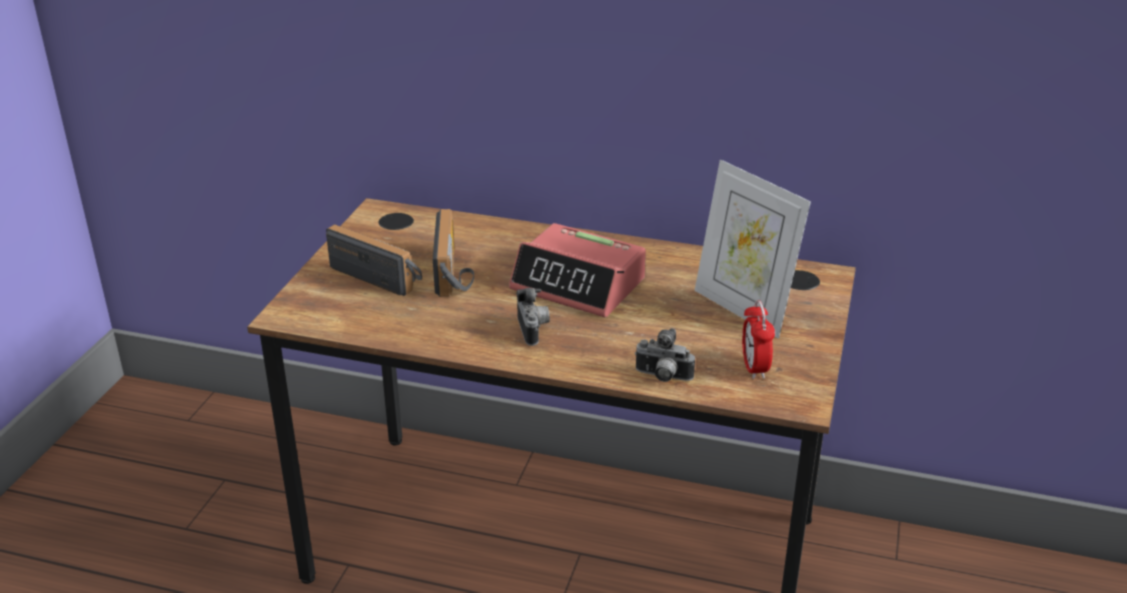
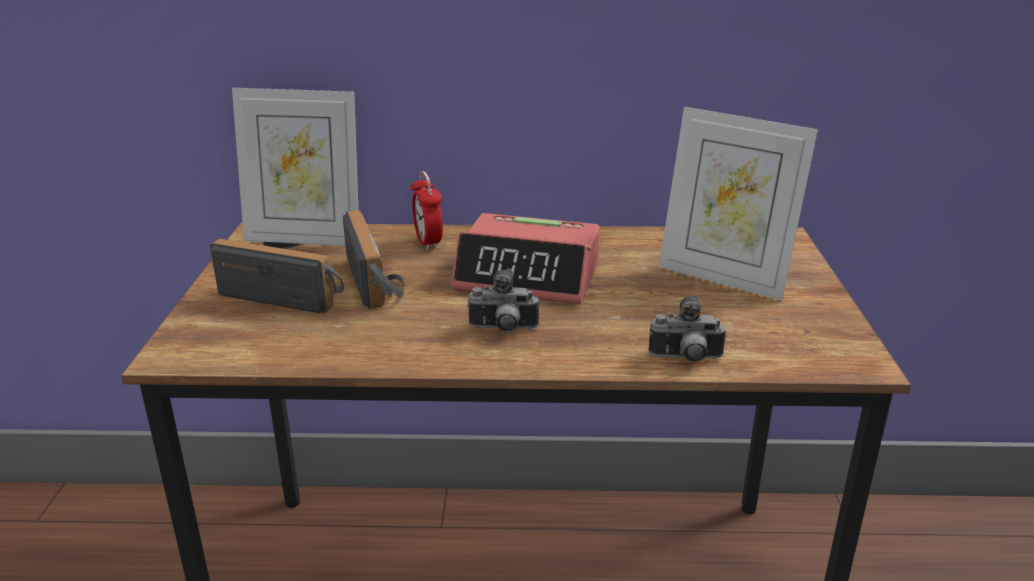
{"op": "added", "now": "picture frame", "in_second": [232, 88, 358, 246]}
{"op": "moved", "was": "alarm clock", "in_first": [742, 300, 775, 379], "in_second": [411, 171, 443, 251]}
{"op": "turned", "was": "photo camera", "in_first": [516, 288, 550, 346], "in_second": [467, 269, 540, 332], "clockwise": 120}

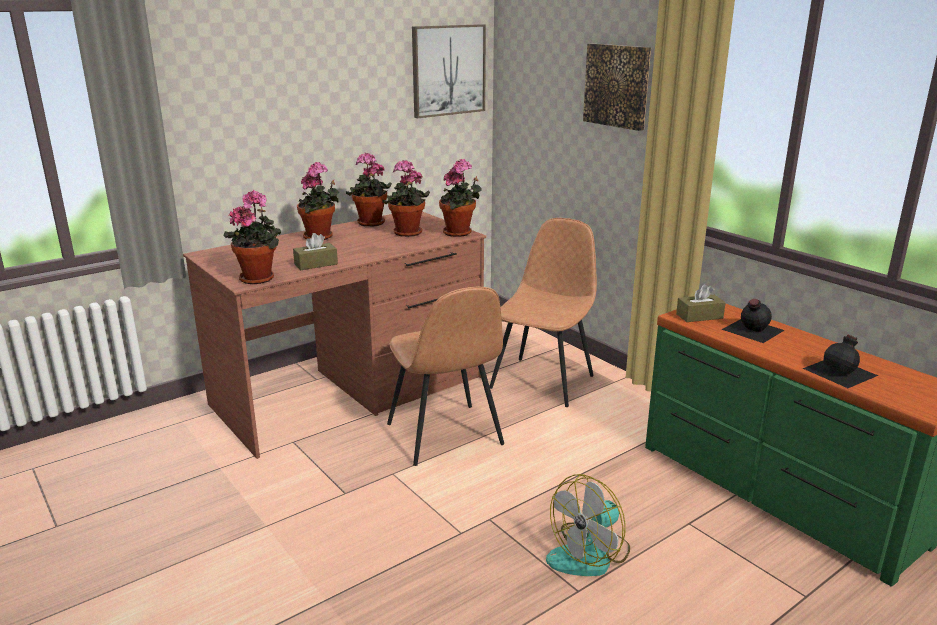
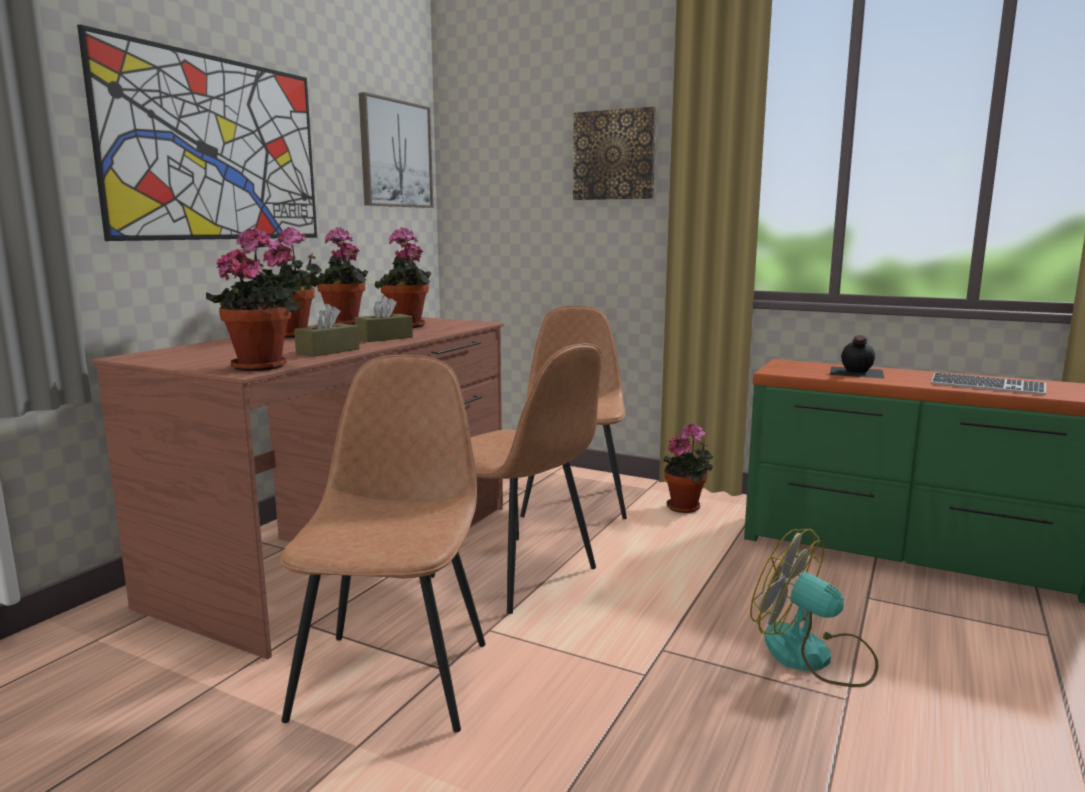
{"op": "added", "now": "picture", "in_second": [77, 24, 317, 241]}
{"op": "added", "now": "brown chair", "in_second": [280, 355, 485, 733]}
{"op": "moved", "was": "potted plant", "in_first": [439, 159, 482, 237], "in_second": [663, 423, 713, 513]}
{"op": "moved", "was": "brown tissue box", "in_first": [676, 284, 726, 322], "in_second": [355, 295, 413, 342]}
{"op": "replaced", "was": "black bottle", "now": "keyboard", "in_first": [803, 335, 878, 388], "in_second": [931, 373, 1046, 395]}
{"op": "turned", "was": "fan", "in_first": [546, 474, 630, 576], "in_second": [750, 528, 878, 687], "clockwise": 105}

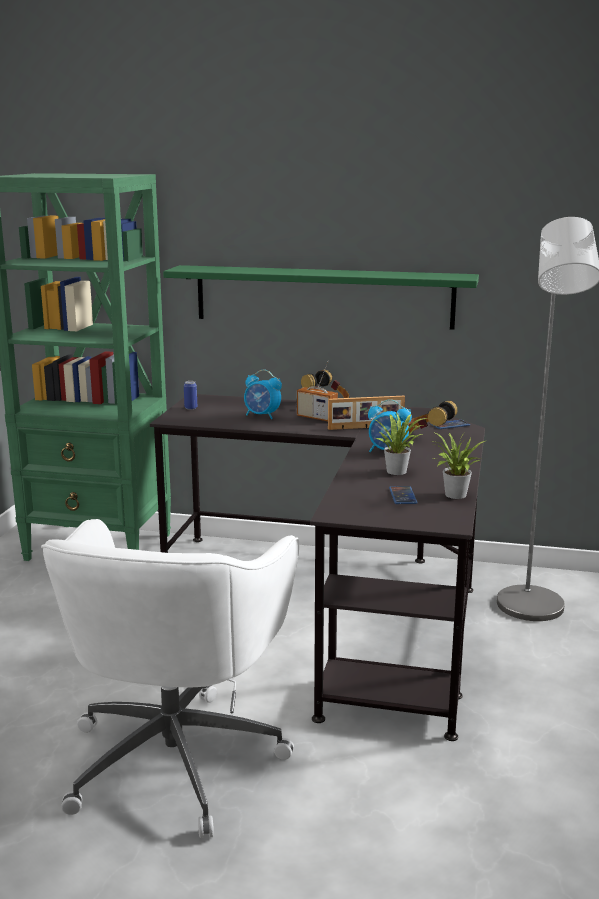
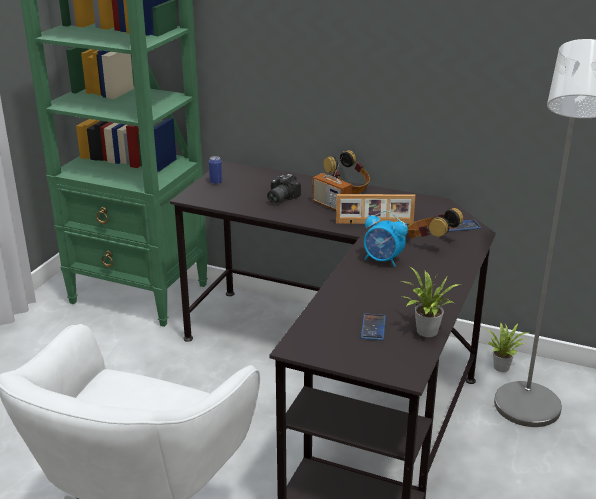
{"op": "removed", "was": "green shelf", "in_first": [163, 265, 479, 330]}
{"op": "moved", "was": "potted plant", "in_first": [374, 412, 427, 475], "in_second": [487, 322, 527, 372]}
{"op": "replaced", "was": "alarm clock", "now": "photo camera", "in_first": [244, 369, 282, 419], "in_second": [267, 174, 301, 203]}

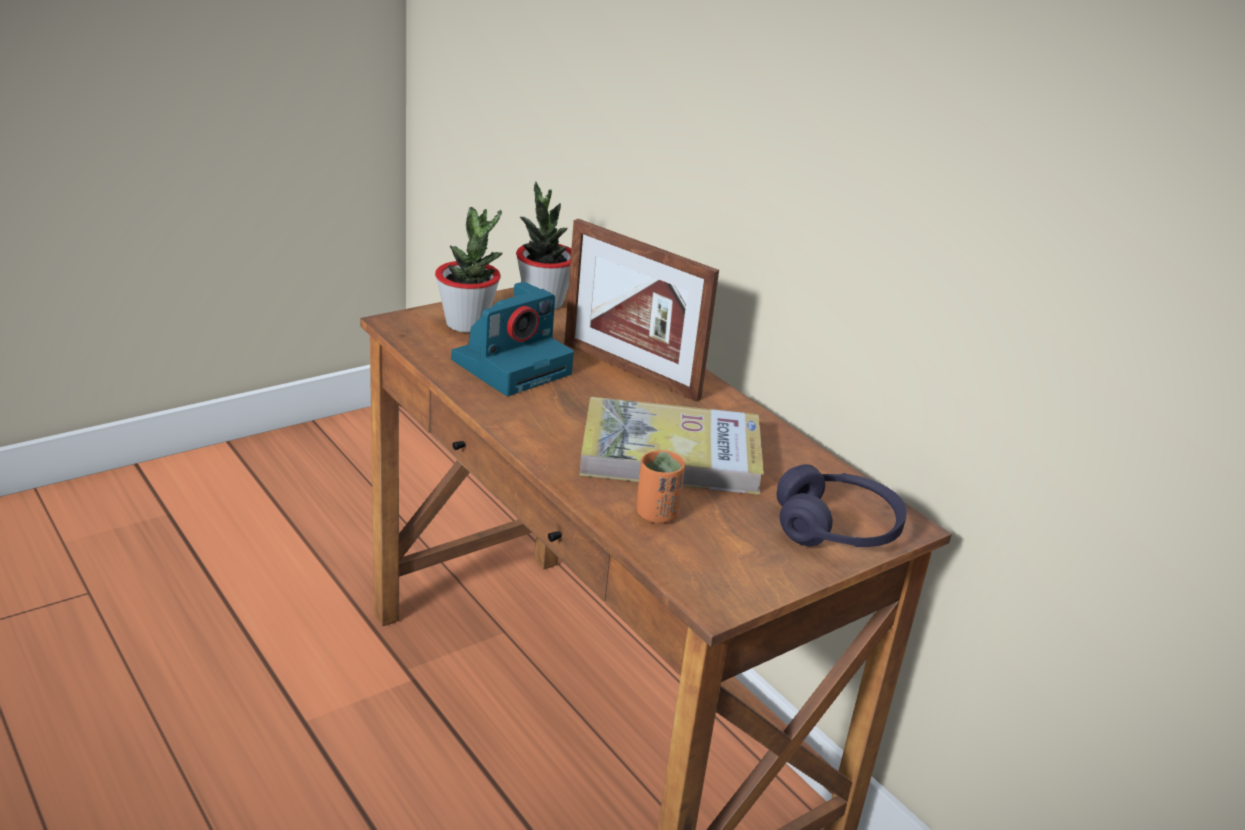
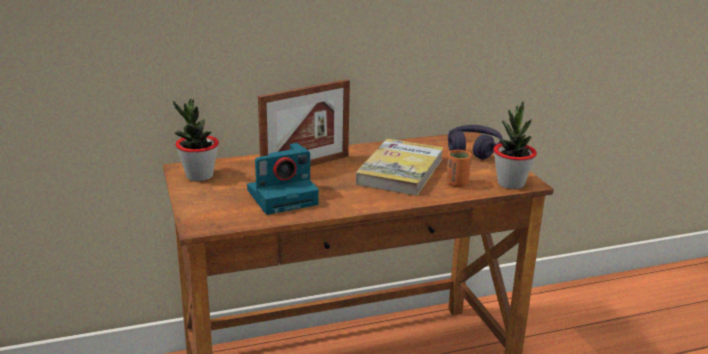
{"op": "moved", "was": "potted plant", "in_first": [435, 207, 502, 333], "in_second": [493, 101, 537, 189]}
{"op": "turned", "was": "photo camera", "in_first": [451, 282, 574, 396], "in_second": [247, 143, 319, 215], "clockwise": 90}

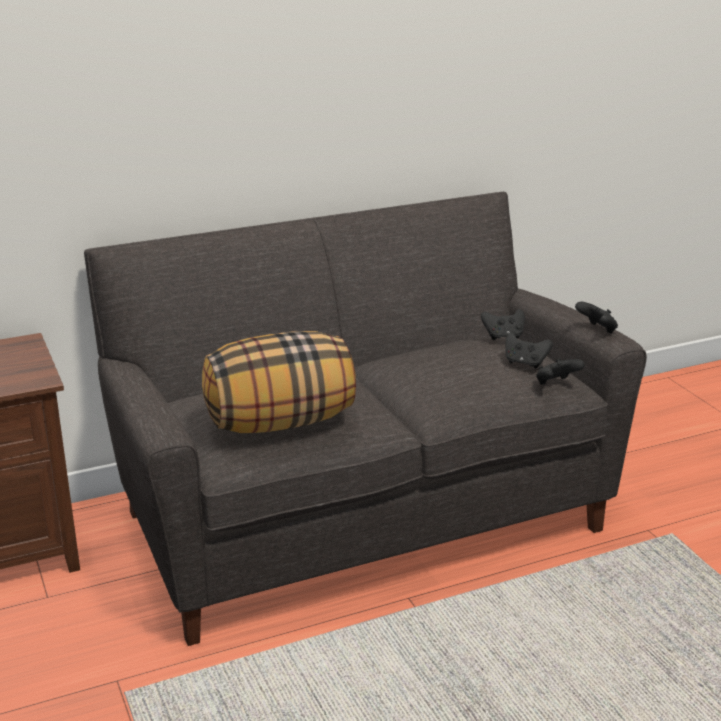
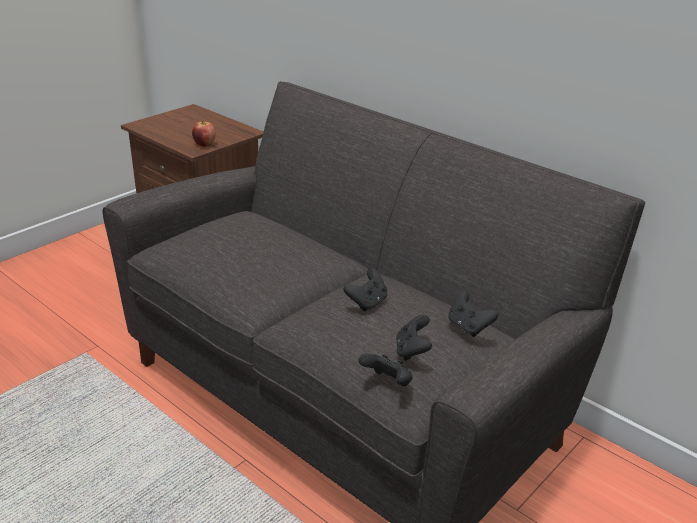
{"op": "removed", "was": "pillow", "in_first": [202, 331, 356, 433]}
{"op": "added", "now": "apple", "in_second": [192, 121, 216, 147]}
{"op": "moved", "was": "black game controller", "in_first": [575, 302, 618, 334], "in_second": [343, 268, 387, 312]}

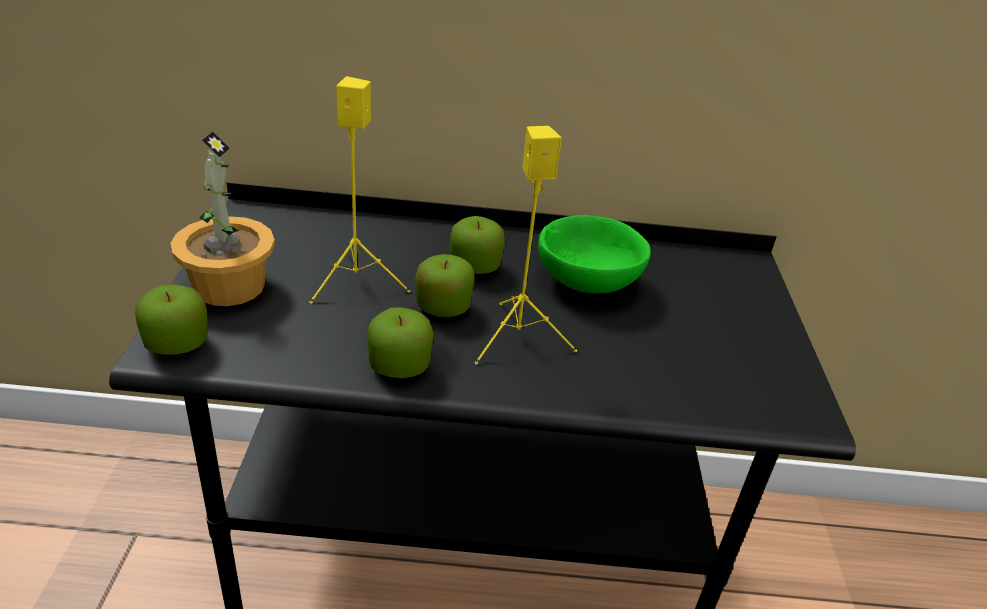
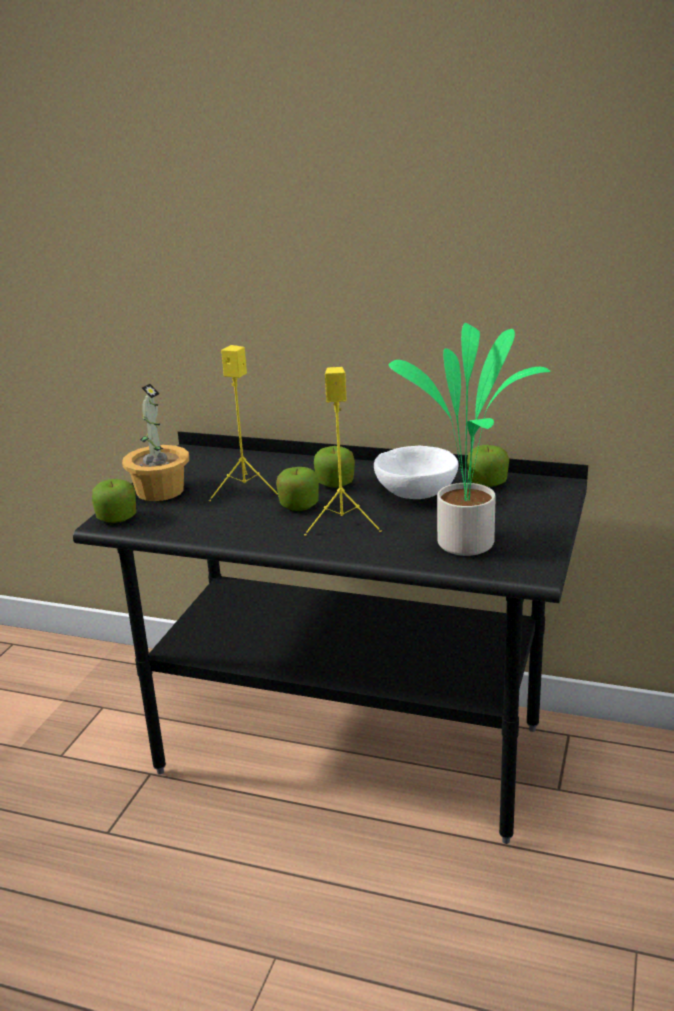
{"op": "added", "now": "potted plant", "in_second": [388, 323, 551, 556]}
{"op": "moved", "was": "apple", "in_first": [367, 307, 434, 378], "in_second": [467, 445, 509, 487]}
{"op": "recoloured", "was": "green bowl", "now": "white bowl", "in_first": [538, 215, 651, 294], "in_second": [374, 446, 459, 499]}

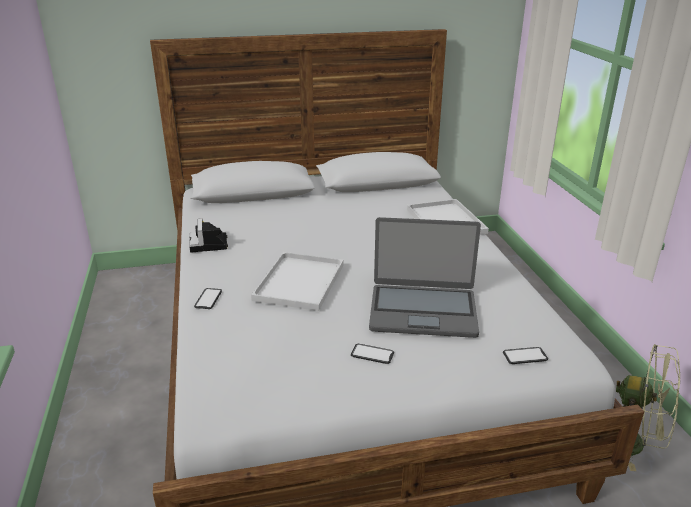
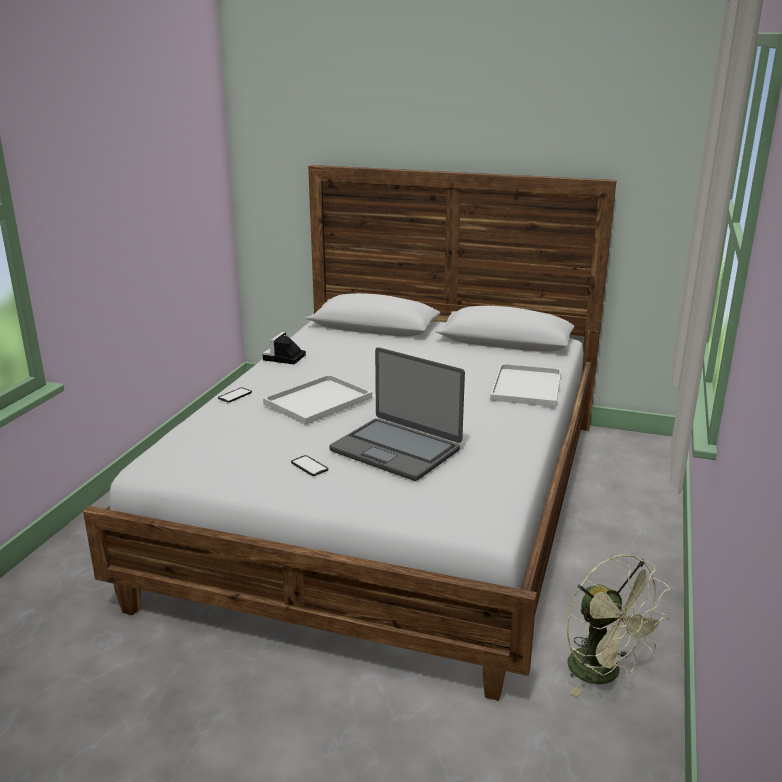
{"op": "removed", "was": "phone", "in_first": [503, 347, 548, 364]}

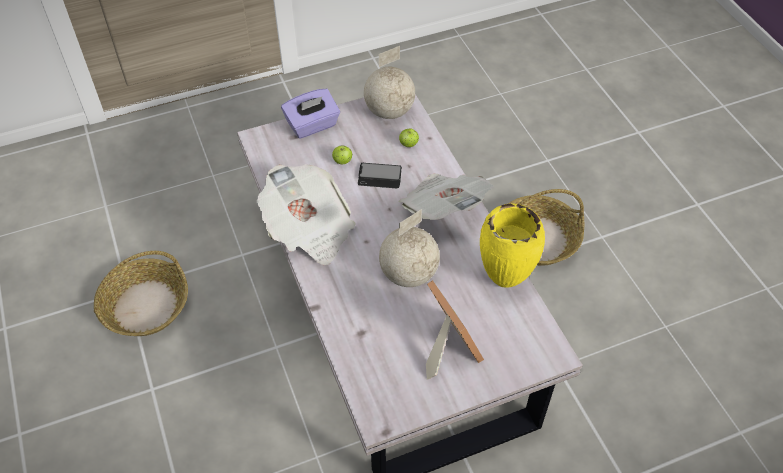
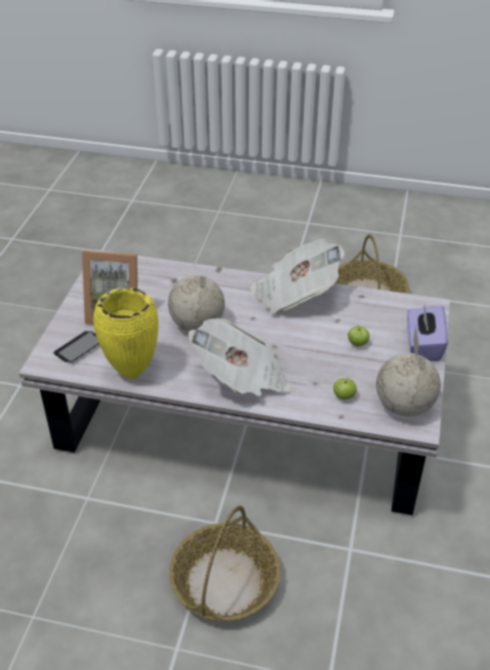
{"op": "moved", "was": "phone", "in_first": [358, 163, 402, 188], "in_second": [53, 331, 99, 362]}

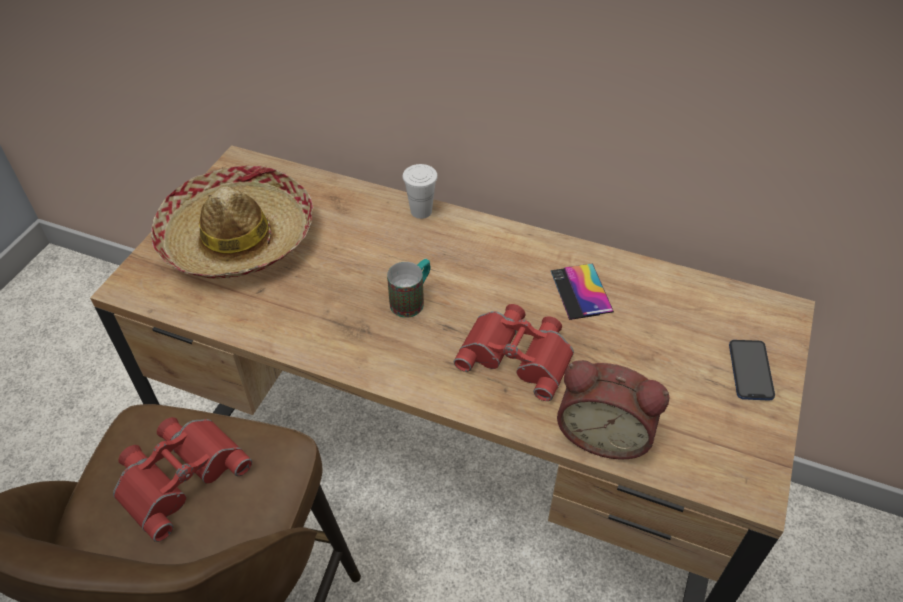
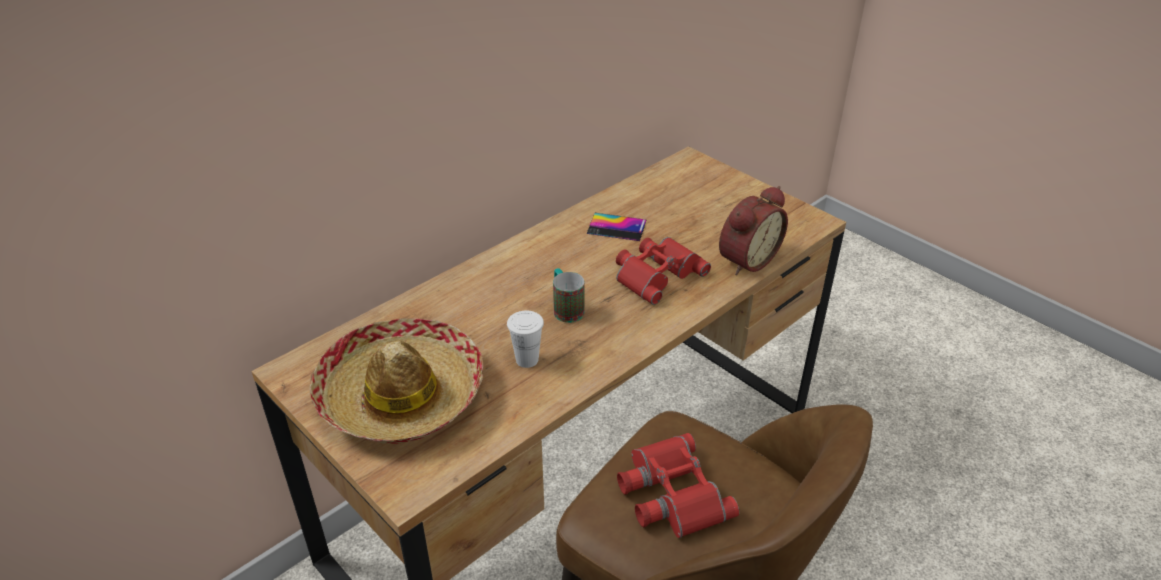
{"op": "removed", "was": "phone", "in_first": [729, 340, 775, 401]}
{"op": "moved", "was": "white cup", "in_first": [403, 164, 438, 219], "in_second": [507, 311, 544, 368]}

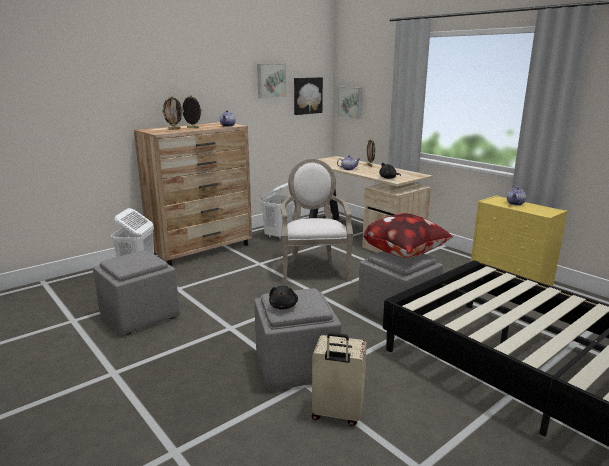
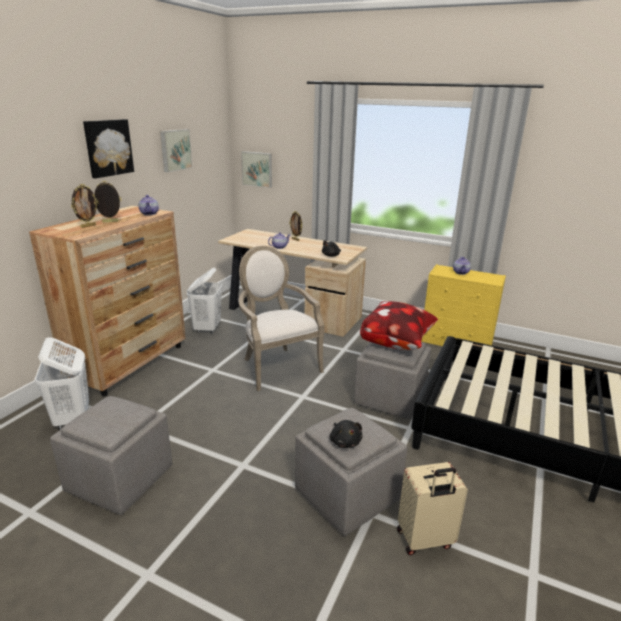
{"op": "moved", "was": "picture", "in_first": [294, 77, 323, 115], "in_second": [83, 119, 134, 178]}

